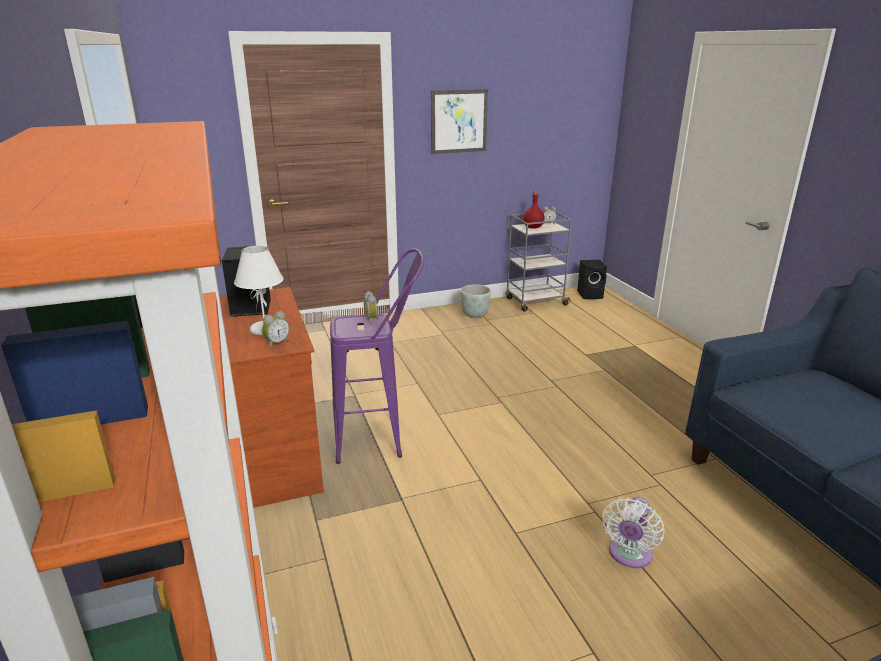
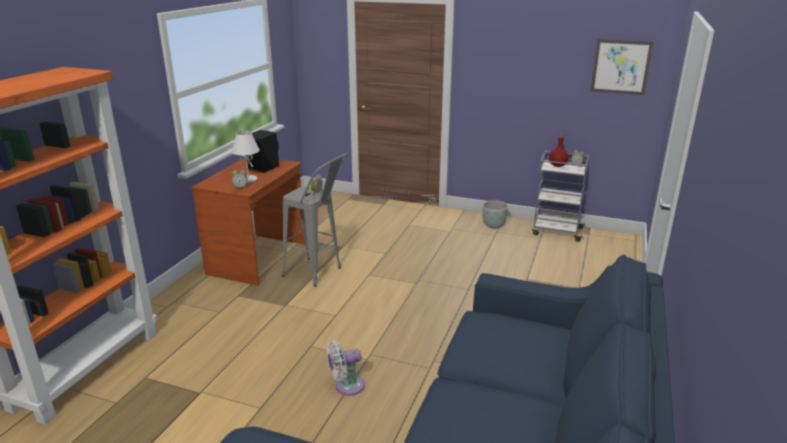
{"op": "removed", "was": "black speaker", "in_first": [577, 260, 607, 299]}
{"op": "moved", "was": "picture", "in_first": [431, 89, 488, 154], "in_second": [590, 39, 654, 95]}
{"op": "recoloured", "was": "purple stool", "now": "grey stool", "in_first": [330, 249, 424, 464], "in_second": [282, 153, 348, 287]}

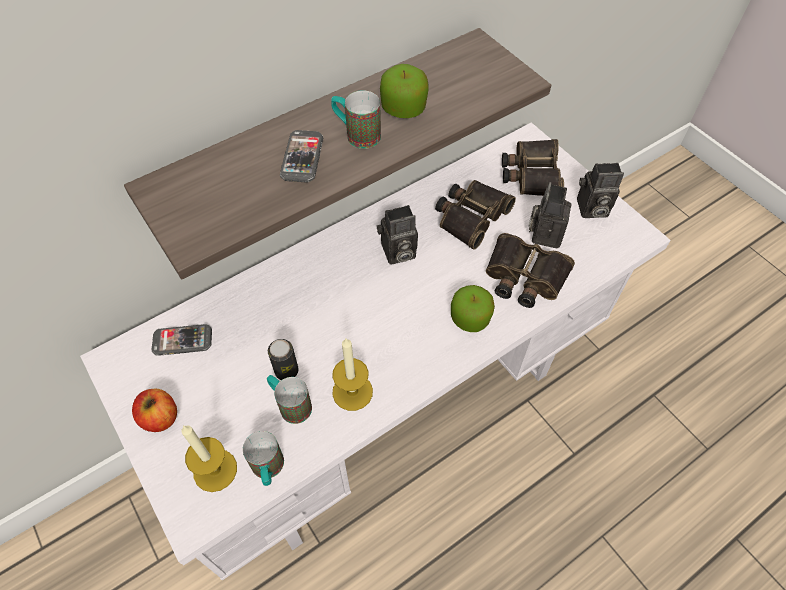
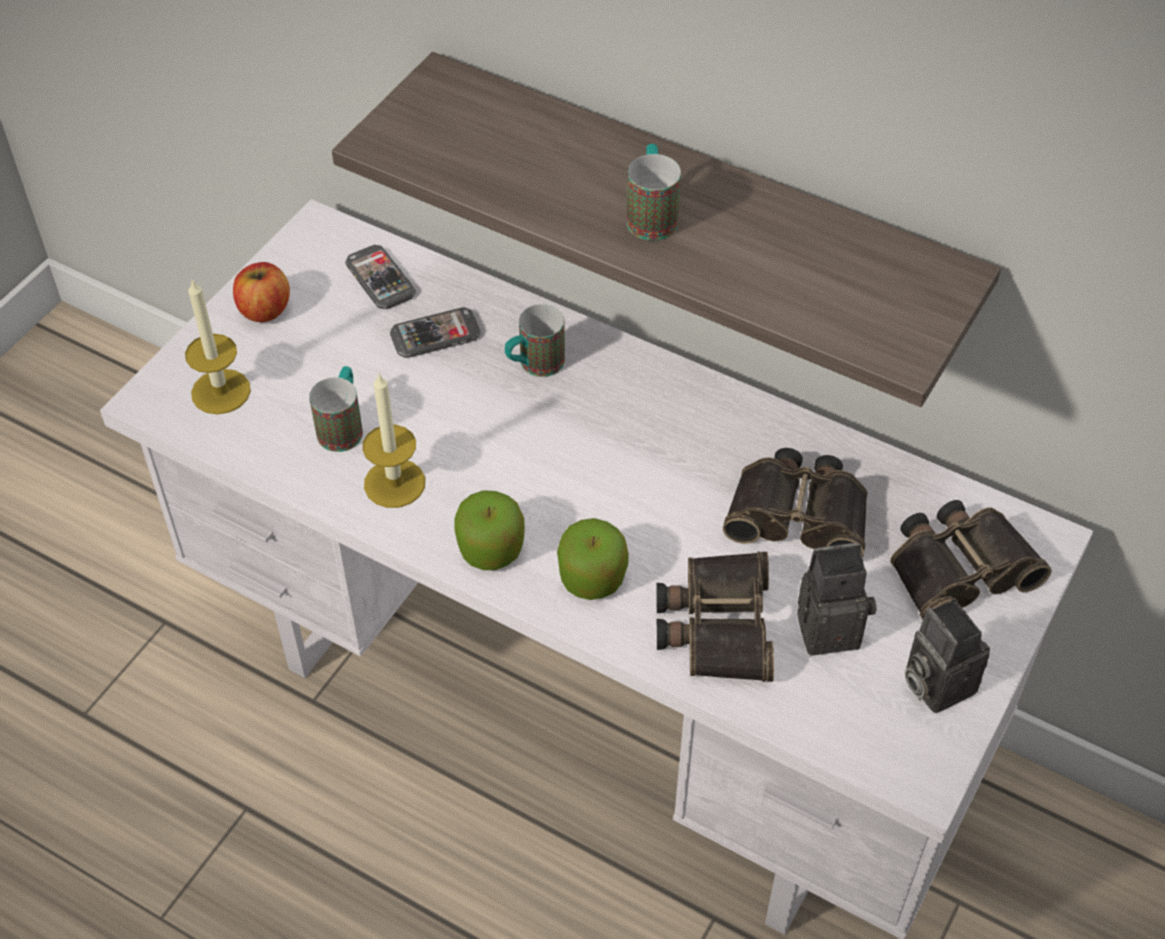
{"op": "removed", "was": "can", "in_first": [268, 339, 298, 380]}
{"op": "removed", "was": "photo camera", "in_first": [377, 205, 418, 264]}
{"op": "moved", "was": "mug", "in_first": [243, 431, 284, 486], "in_second": [505, 304, 565, 377]}
{"op": "moved", "was": "phone", "in_first": [280, 130, 323, 183], "in_second": [390, 307, 481, 358]}
{"op": "moved", "was": "apple", "in_first": [380, 64, 429, 118], "in_second": [455, 490, 525, 570]}

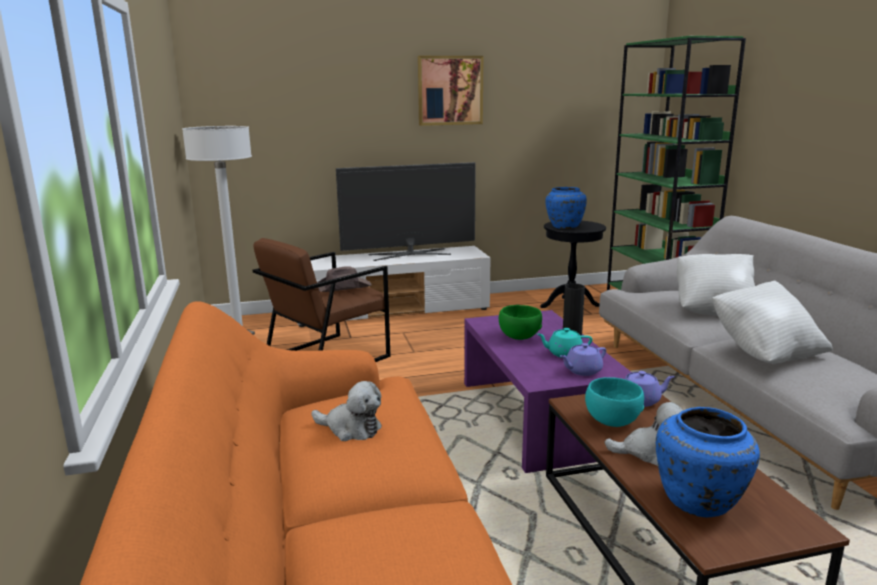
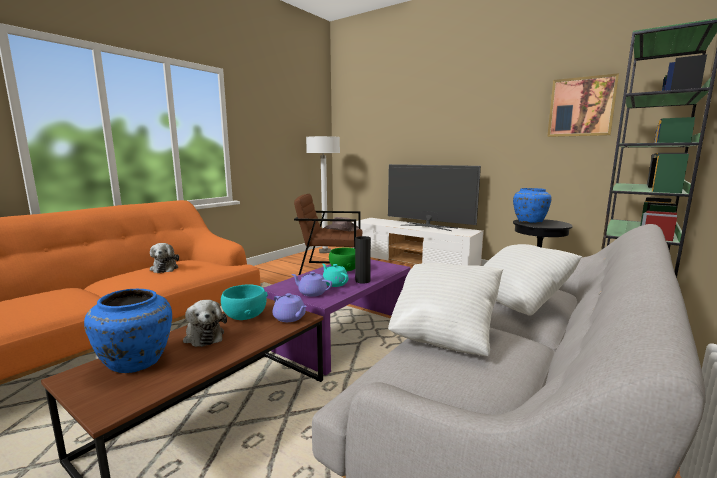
{"op": "moved", "was": "picture", "in_first": [418, 56, 483, 126], "in_second": [547, 73, 619, 137]}

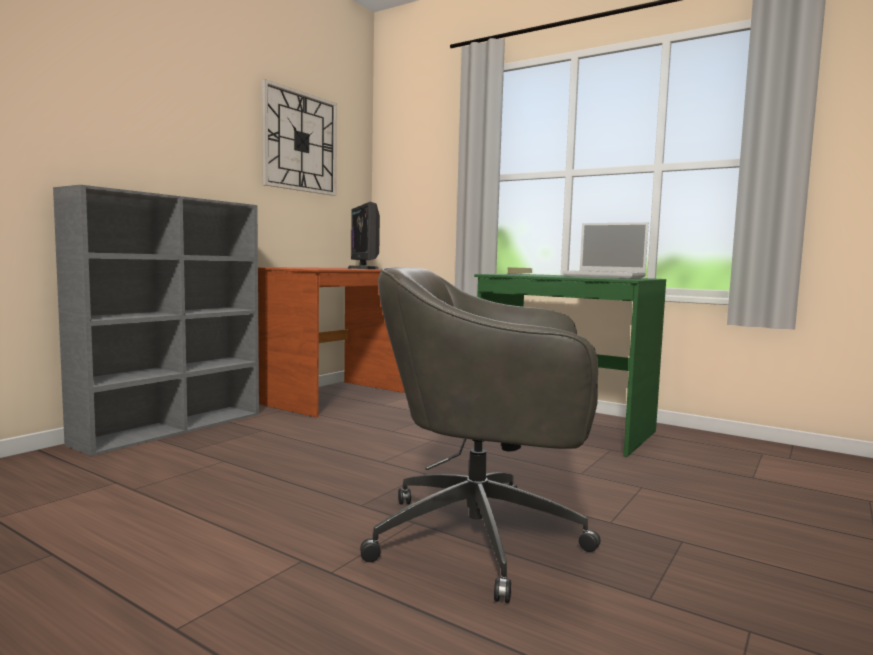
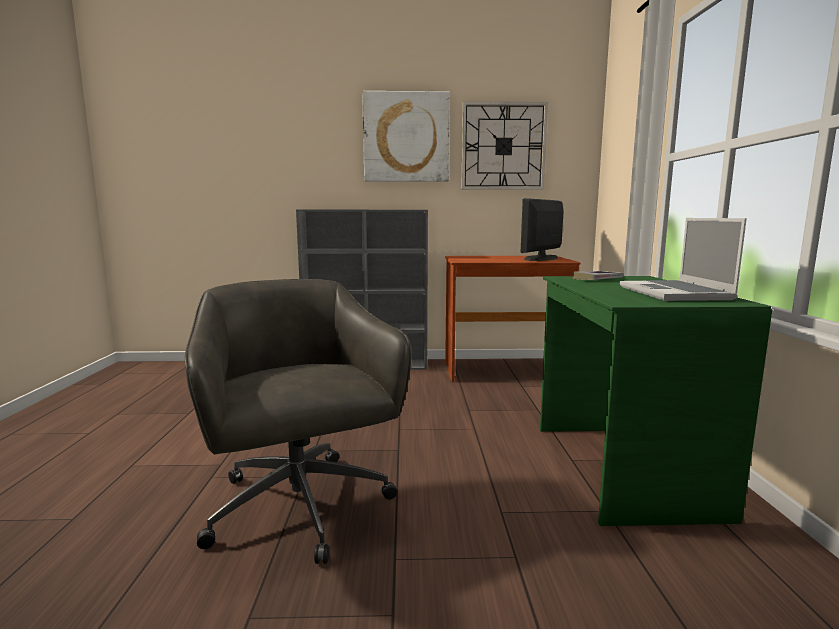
{"op": "added", "now": "picture", "in_second": [362, 91, 450, 182]}

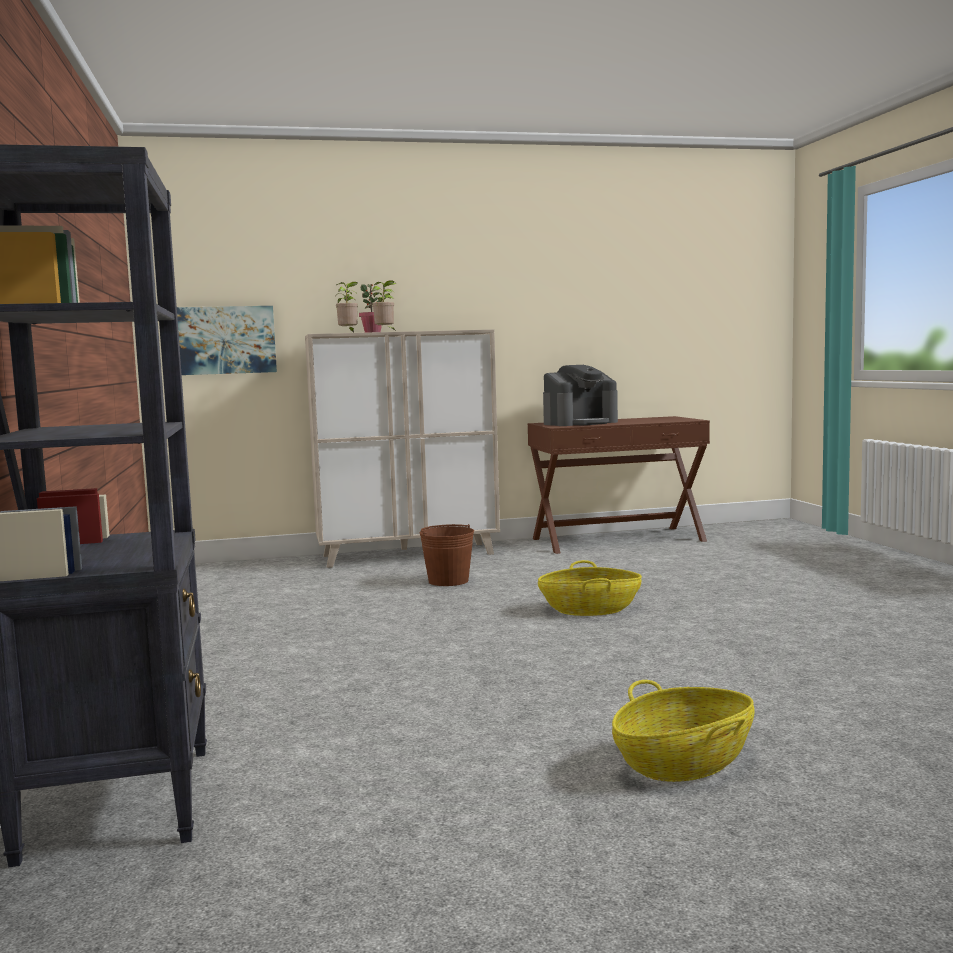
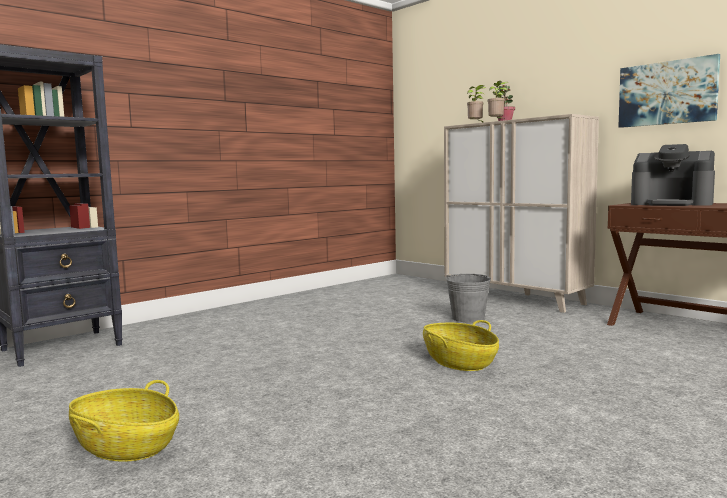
{"op": "moved", "was": "picture", "in_first": [177, 306, 277, 375], "in_second": [618, 54, 720, 128]}
{"op": "recoloured", "was": "brown bucket", "now": "grey bucket", "in_first": [419, 524, 474, 586], "in_second": [446, 274, 491, 323]}

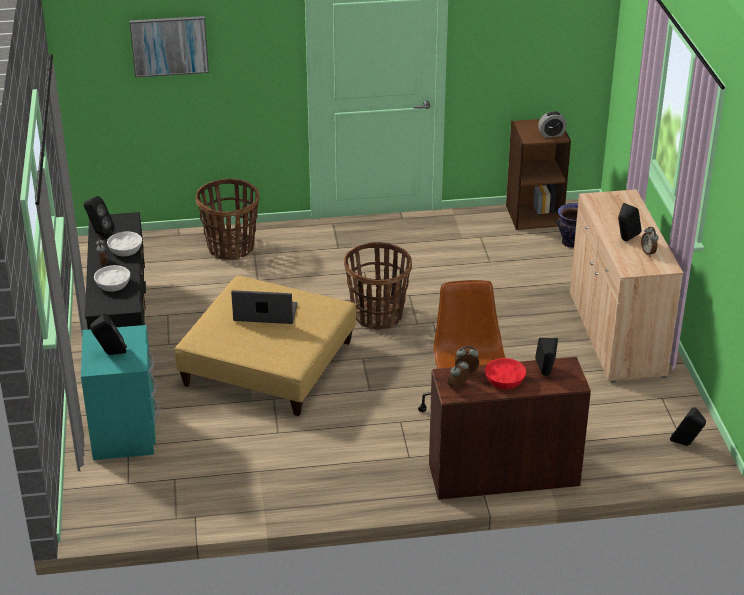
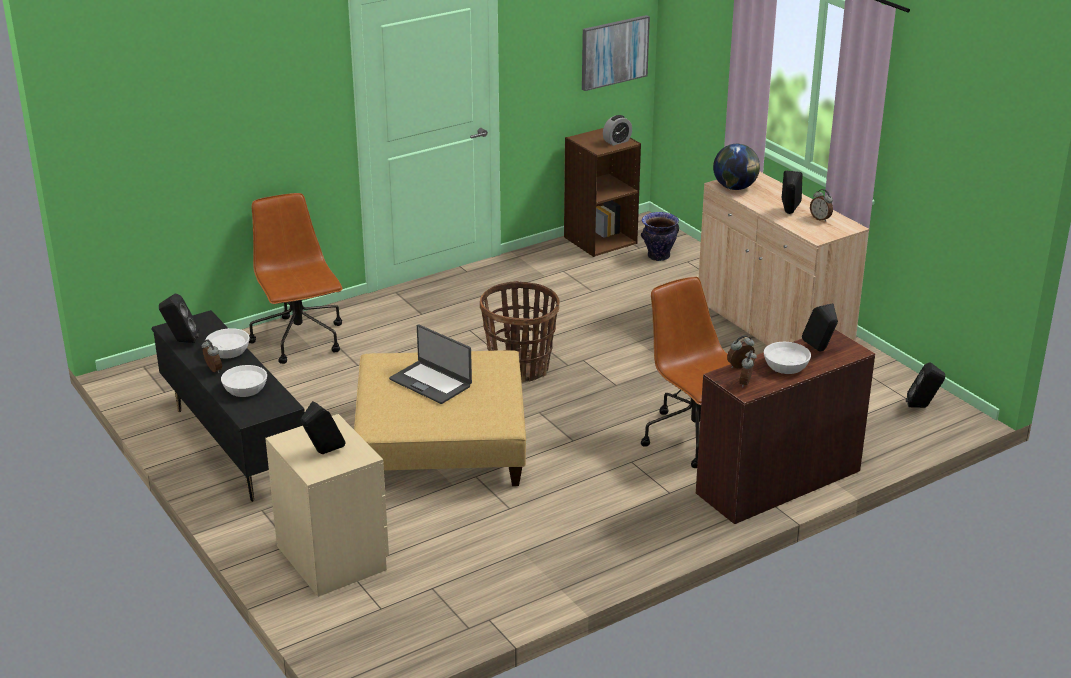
{"op": "added", "now": "globe", "in_second": [713, 144, 760, 190]}
{"op": "moved", "was": "picture", "in_first": [129, 16, 209, 78], "in_second": [582, 15, 650, 91]}
{"op": "replaced", "was": "basket", "now": "brown office chair", "in_first": [196, 179, 259, 260], "in_second": [249, 193, 343, 364]}
{"op": "recoloured", "was": "turquoise nightstand", "now": "beige nightstand", "in_first": [81, 325, 159, 460], "in_second": [265, 414, 389, 597]}
{"op": "recoloured", "was": "red bowl", "now": "white bowl", "in_first": [485, 358, 526, 390], "in_second": [764, 342, 811, 374]}
{"op": "turned", "was": "laptop", "in_first": [231, 290, 298, 324], "in_second": [389, 324, 472, 404], "clockwise": -120}

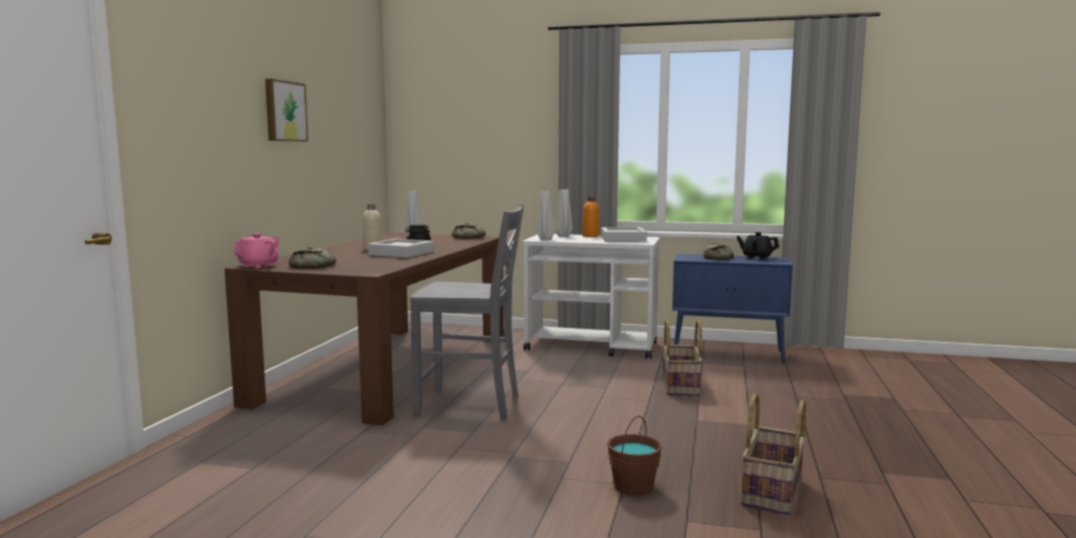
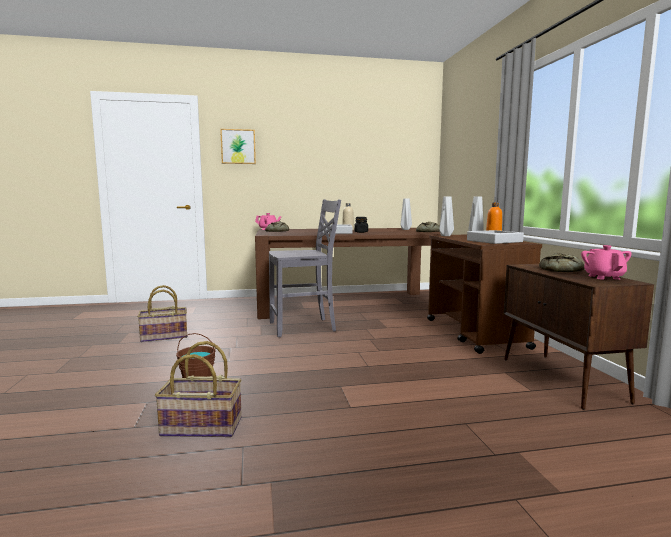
{"op": "moved", "was": "picture", "in_first": [265, 79, 308, 142], "in_second": [220, 129, 256, 164]}
{"op": "moved", "was": "basket", "in_first": [662, 319, 703, 396], "in_second": [137, 285, 187, 342]}
{"op": "recoloured", "was": "white cart", "now": "brown cart", "in_first": [523, 234, 660, 359], "in_second": [427, 235, 542, 354]}
{"op": "recoloured", "was": "blue cabinet", "now": "brown cabinet", "in_first": [672, 254, 793, 364], "in_second": [504, 264, 654, 410]}
{"op": "recoloured", "was": "black teapot", "now": "pink teapot", "in_first": [736, 232, 779, 260], "in_second": [581, 245, 632, 280]}
{"op": "turned", "was": "grey chair", "in_first": [410, 205, 524, 420], "in_second": [269, 199, 341, 337], "clockwise": -90}

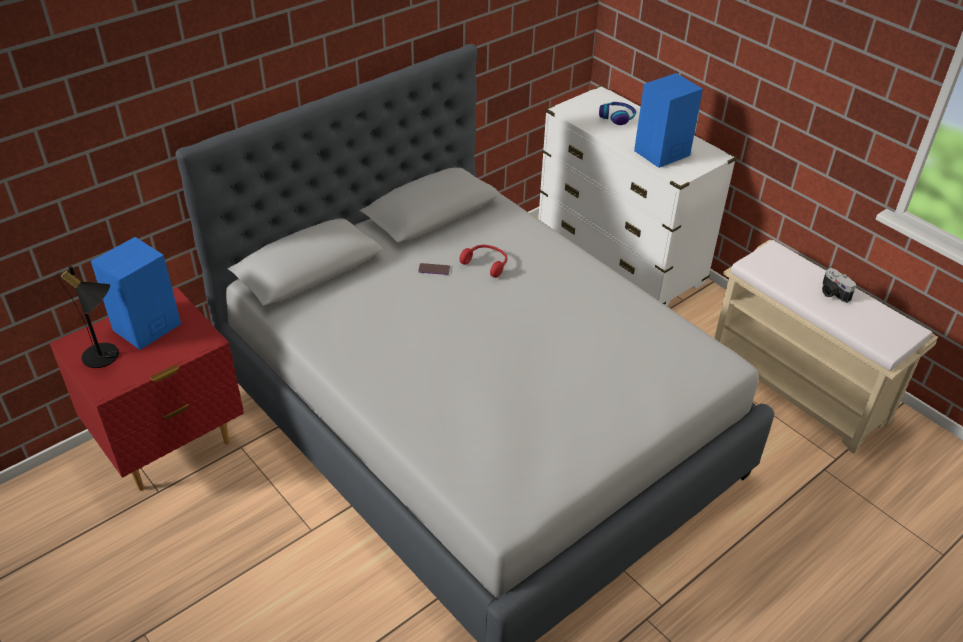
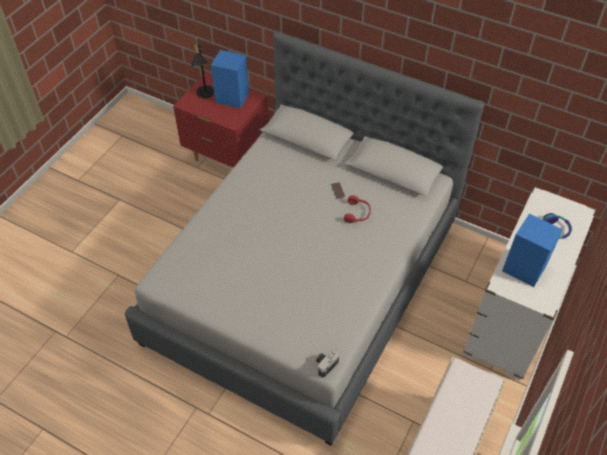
{"op": "moved", "was": "photo camera", "in_first": [822, 268, 856, 303], "in_second": [316, 350, 339, 378]}

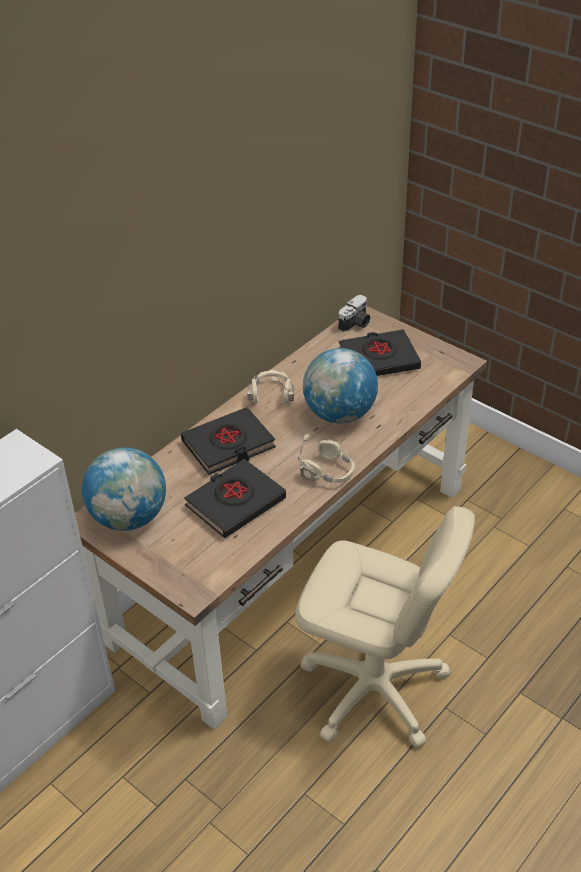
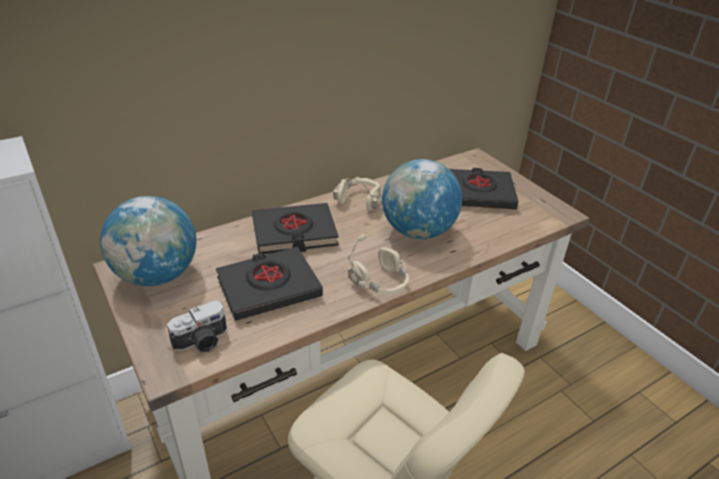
{"op": "moved", "was": "photo camera", "in_first": [338, 295, 370, 332], "in_second": [167, 301, 227, 352]}

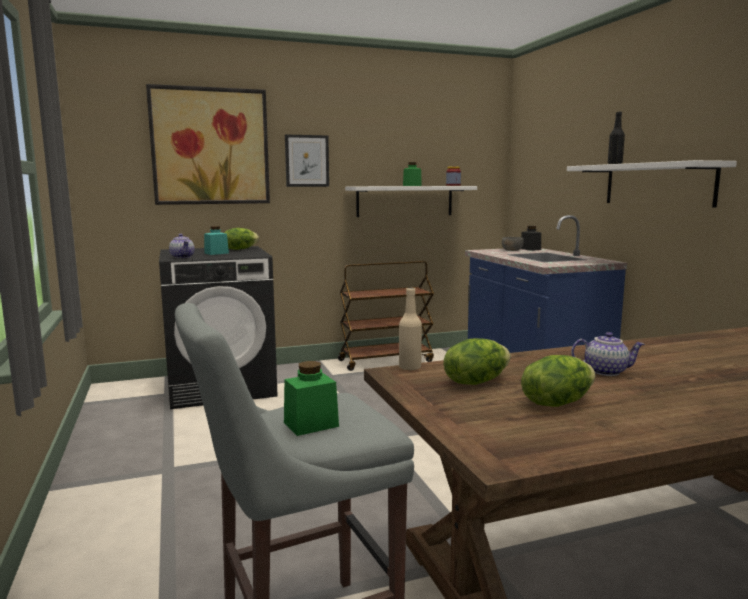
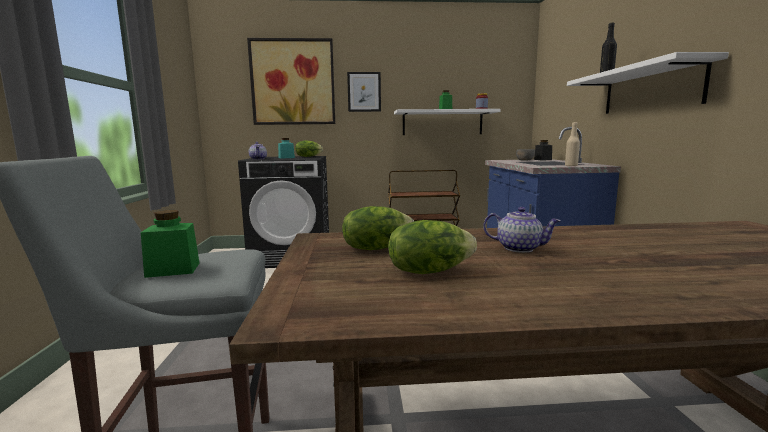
{"op": "moved", "was": "beige bottle", "in_first": [399, 288, 422, 370], "in_second": [565, 122, 580, 167]}

